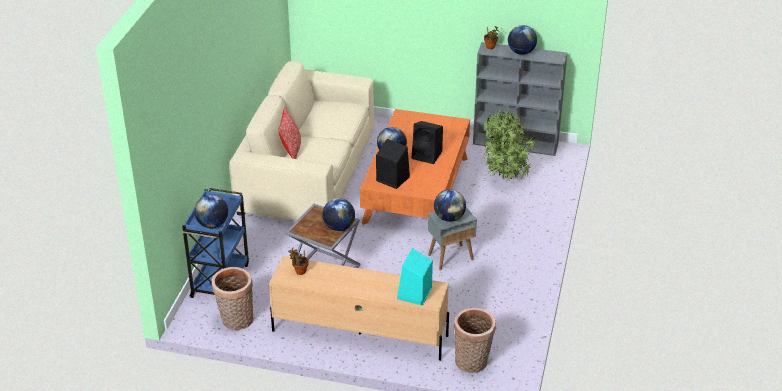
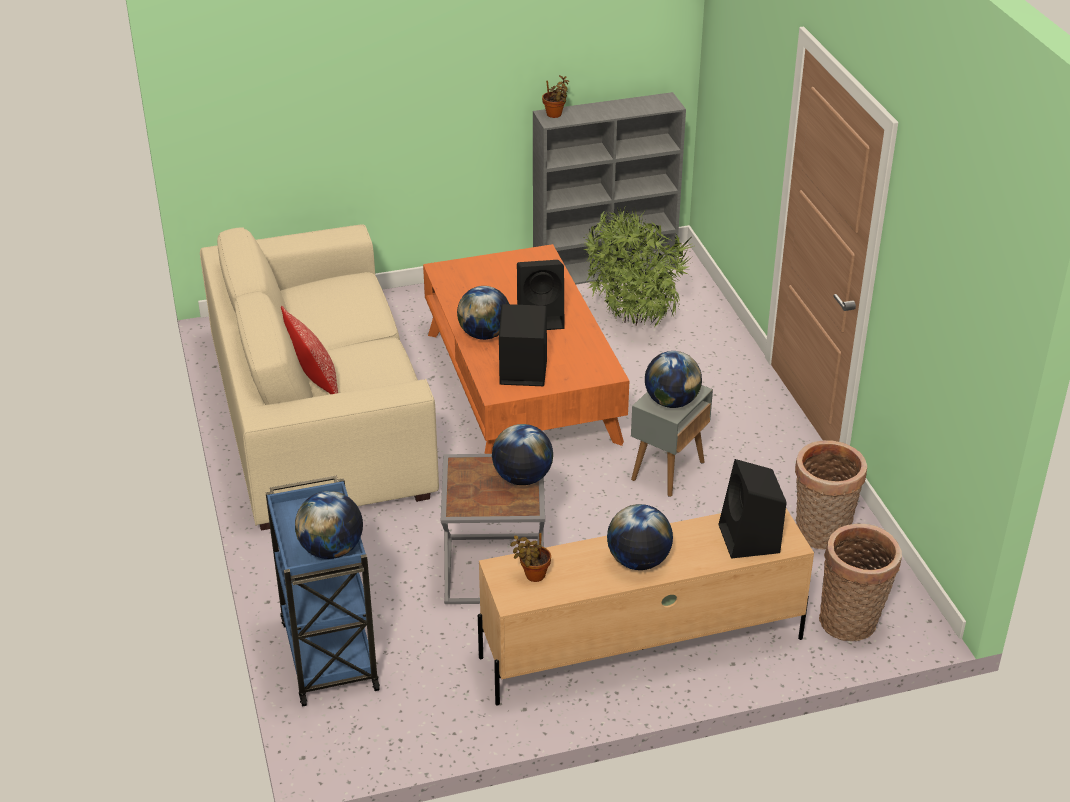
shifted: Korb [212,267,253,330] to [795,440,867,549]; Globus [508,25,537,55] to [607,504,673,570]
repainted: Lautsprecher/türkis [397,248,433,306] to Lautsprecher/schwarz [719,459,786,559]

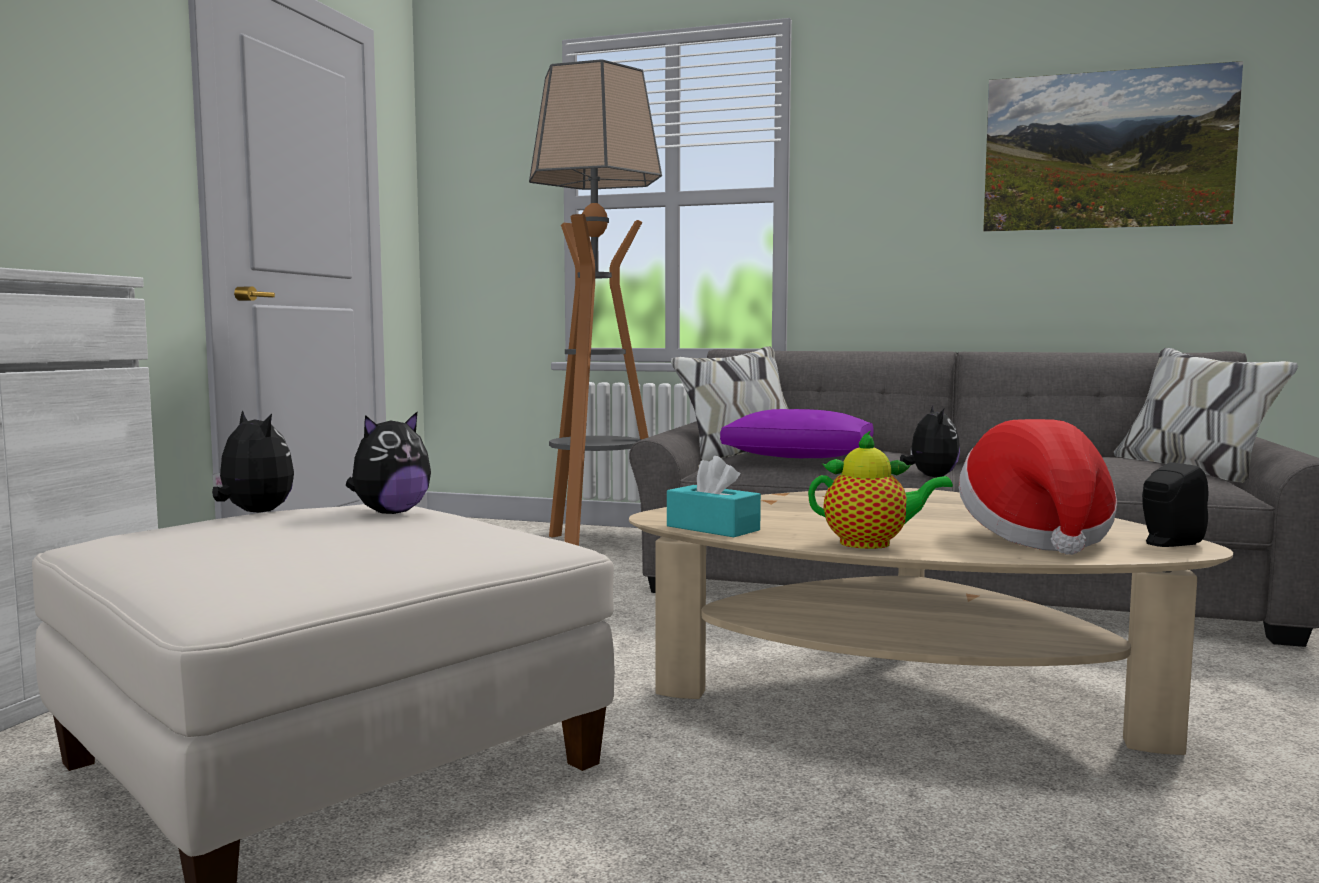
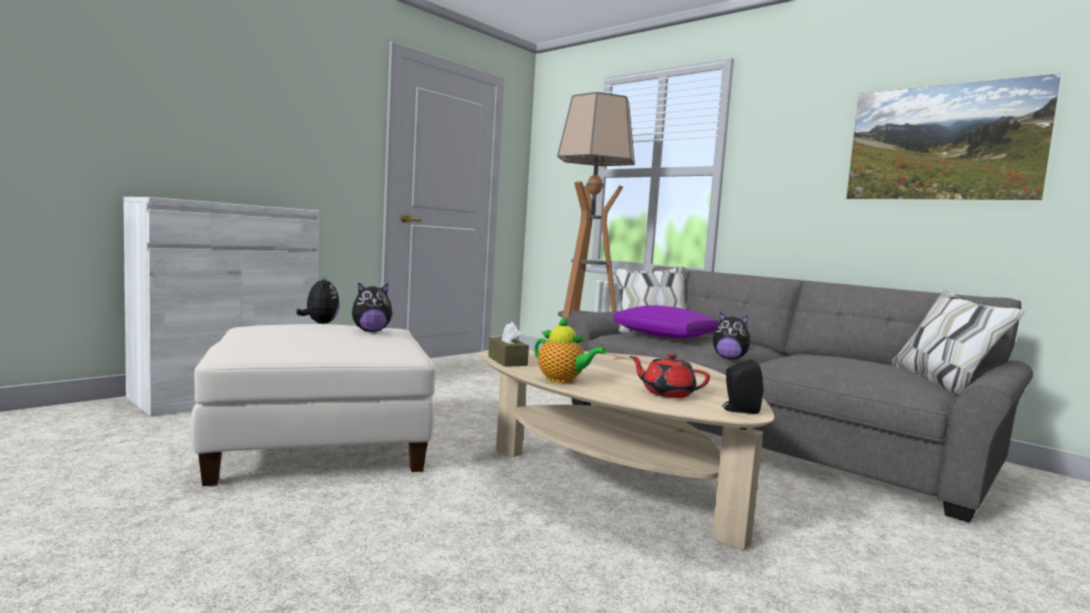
swapped: Hut [959,419,1117,555] to Teekanne/rot [629,354,710,398]
repainted: Taschentuchbox/türkis [667,456,761,537] to Taschentuchbox/braun [488,322,529,367]
rotated: Plüschtier [900,406,960,477] = [713,312,755,359] 90 degrees clockwise

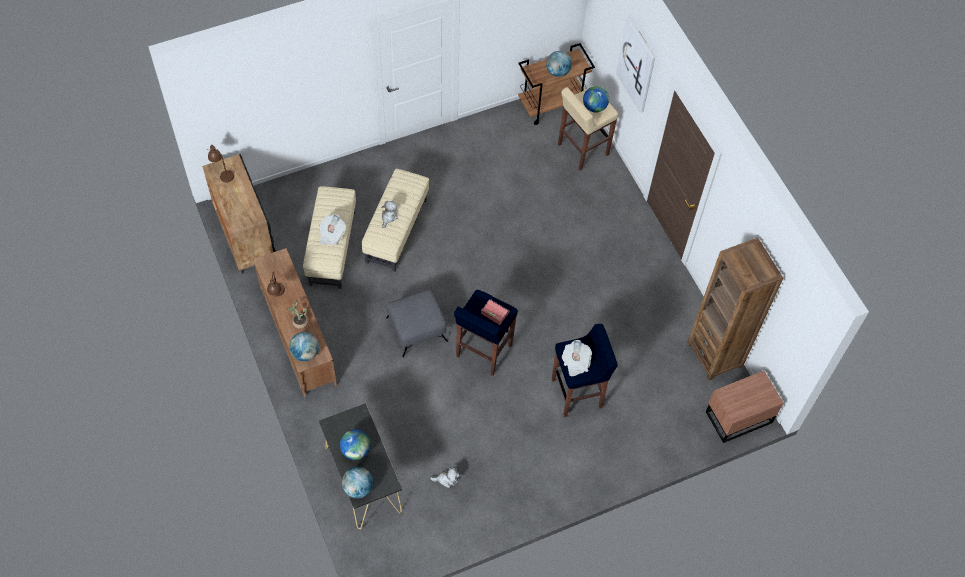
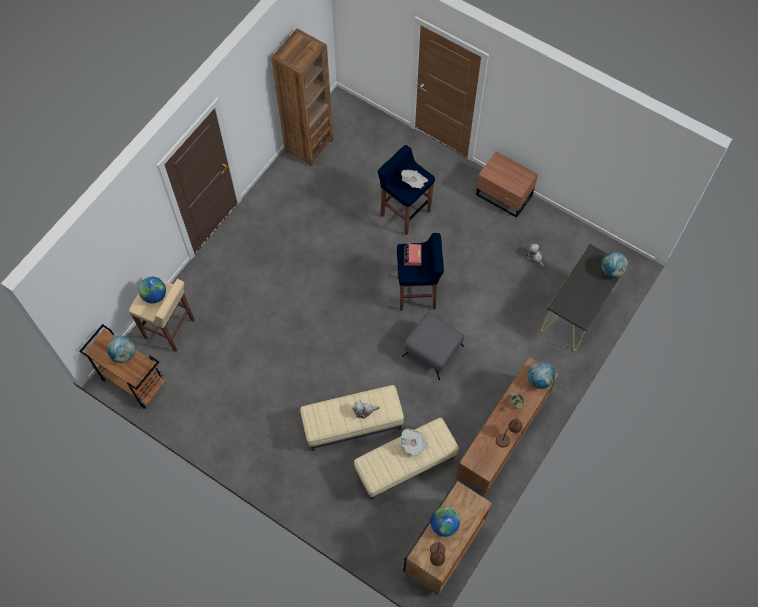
gone: Bild [616,17,655,113]
shifted: Globus [340,429,371,460] to [430,506,460,537]; Nachttisch/braun [706,371,783,443] to [476,152,538,218]

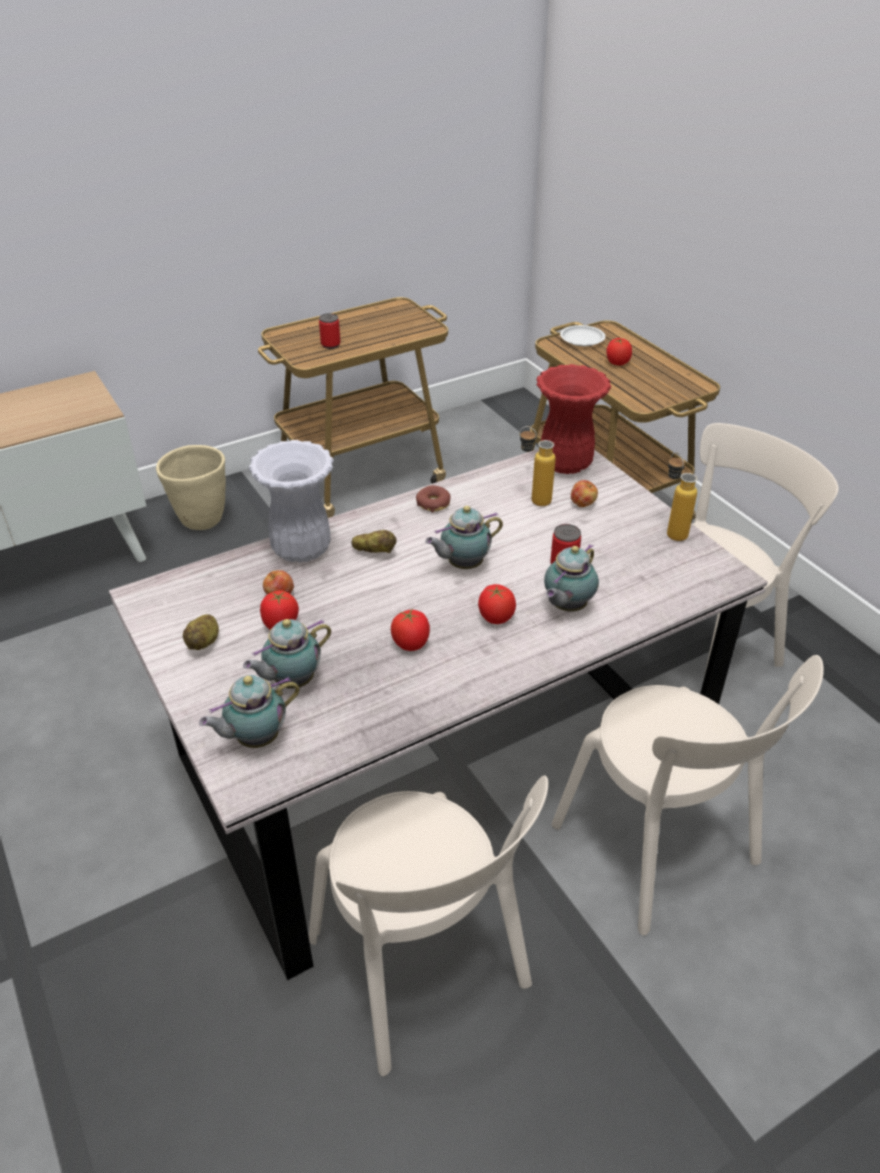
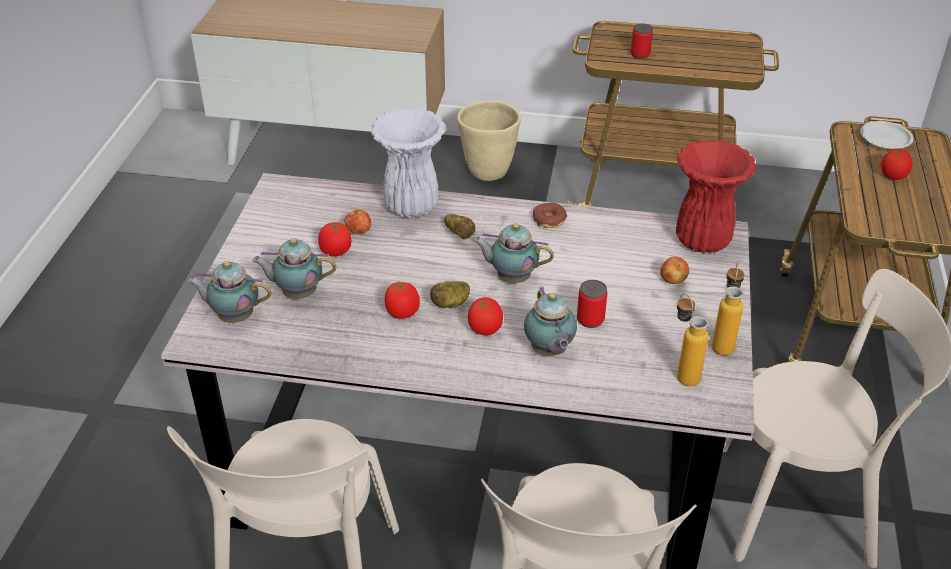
shifted: Kartoffel [183,614,219,650] to [430,281,470,308]; Flasche [520,426,556,506] to [677,293,709,386]
rotated: Teekanne [544,544,599,612] = [524,287,577,356] 90 degrees counterclockwise

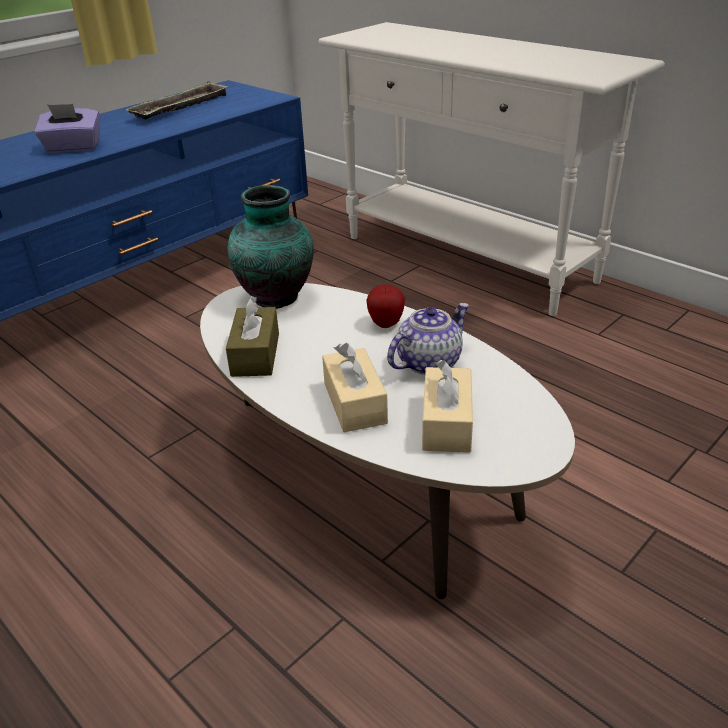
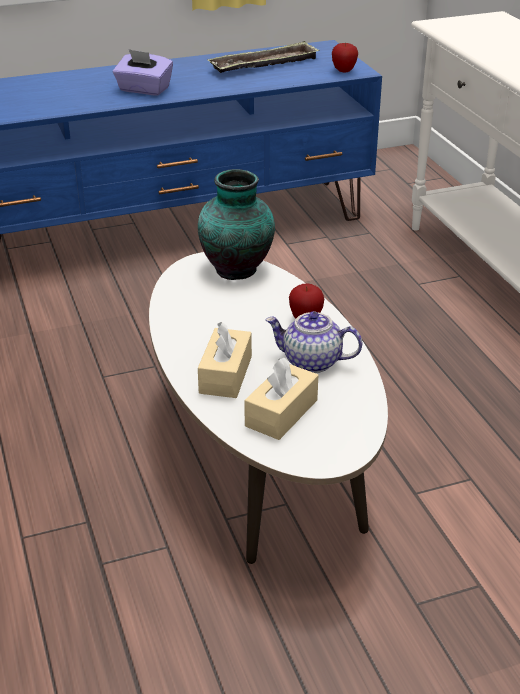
gone: Taschentuchbox/braun [226,296,279,377]
new: Apfel [332,43,358,73]
rotated: Teekanne [387,303,469,375] = [265,311,362,373] 150 degrees counterclockwise

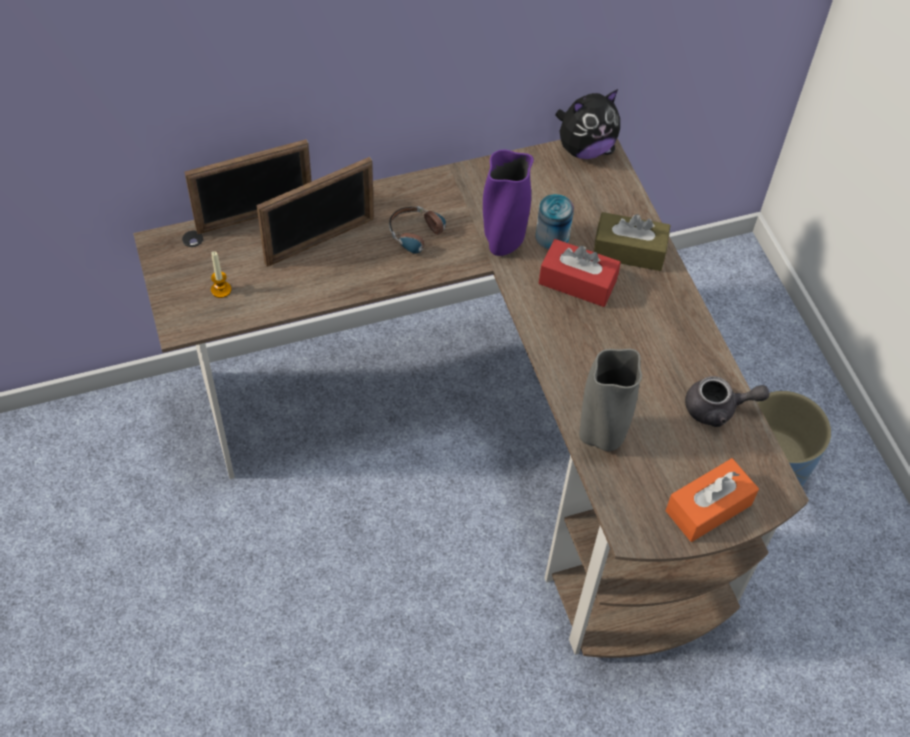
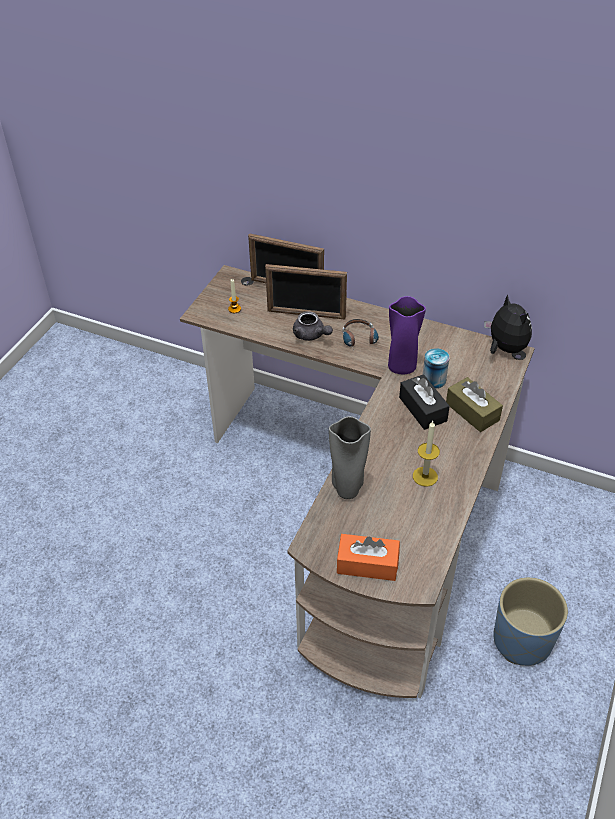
new: Kerze [413,421,440,487]
shifted: Teekanne/grau [685,376,770,427] to [293,311,333,341]
repainted: Taschentuchbox/rot [539,239,621,307] to Taschentuchbox/schwarz [399,374,450,430]
rotated: Plüschtier [555,89,620,159] = [484,294,532,354] 135 degrees counterclockwise

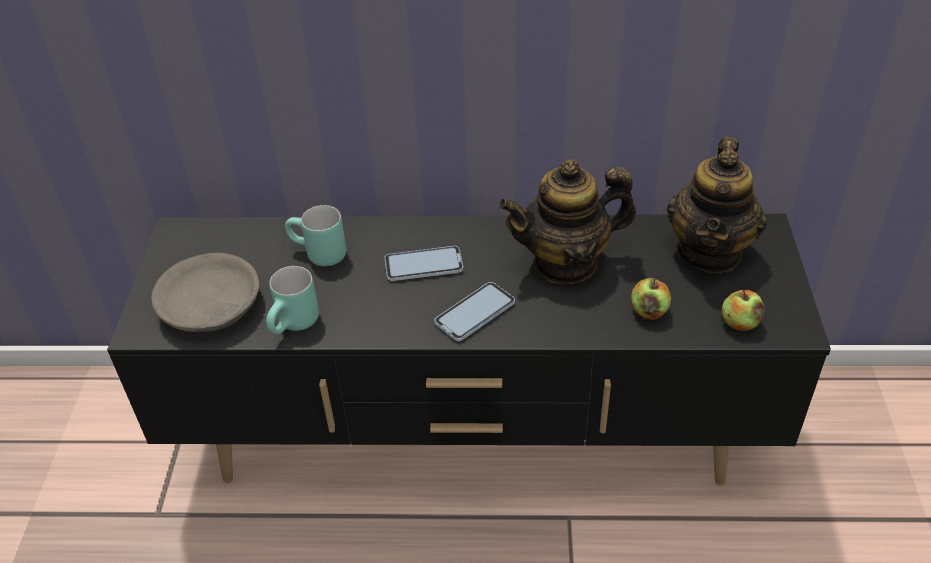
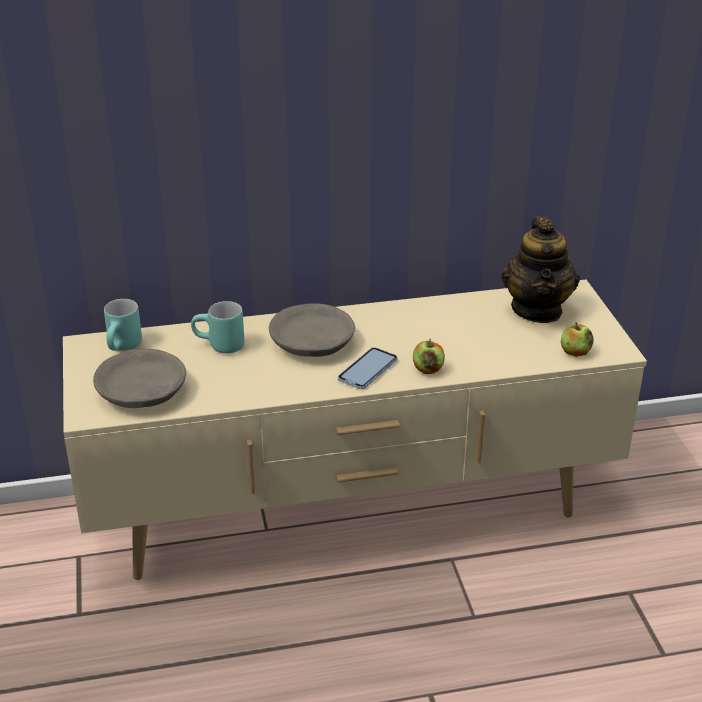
gone: Teekanne [498,159,636,284]
shifted: Henkelbecher/türkis [266,266,319,335] to [104,299,142,351]; Apfel [631,278,671,320] to [413,339,445,374]
swapped: Handy [385,246,463,281] to Schüssel/grau [269,303,355,357]
repainted: Fernsehschrank/schwarz [107,214,831,486] to Fernsehschrank/beige [63,280,647,580]

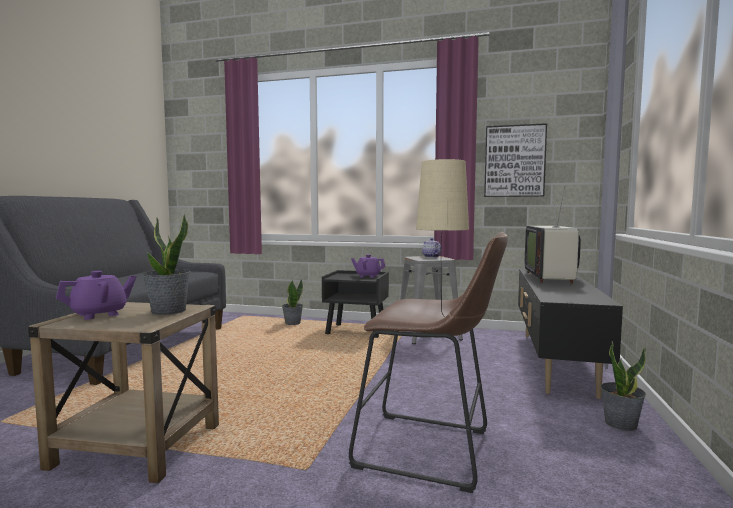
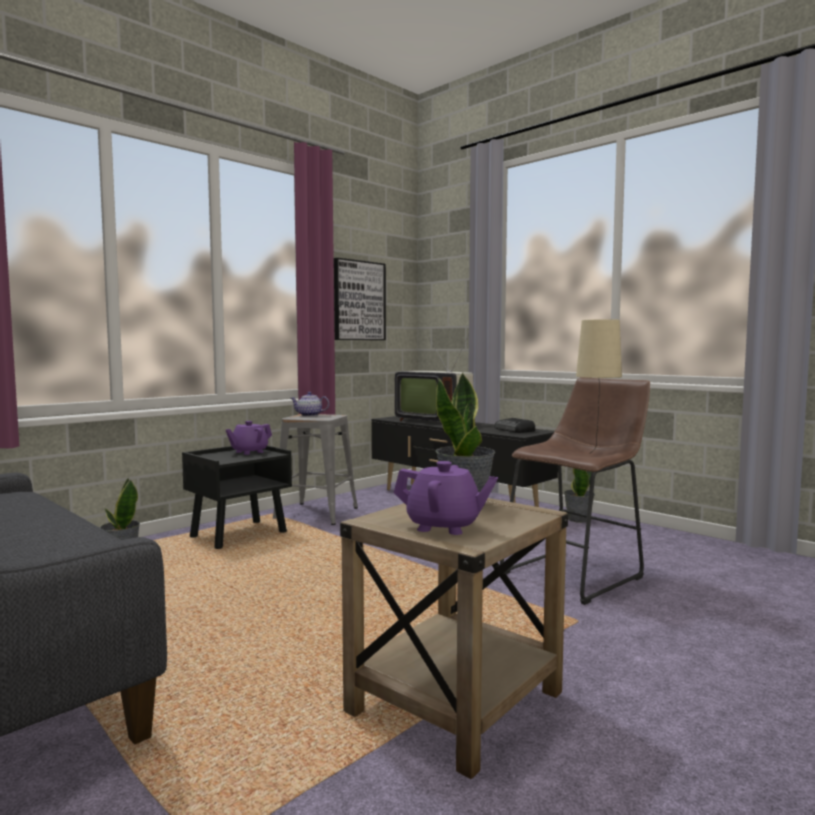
new: Radio [494,418,535,433]
rotated: Teekanne/lila [56,271,136,320] = [394,461,498,535] 120 degrees clockwise

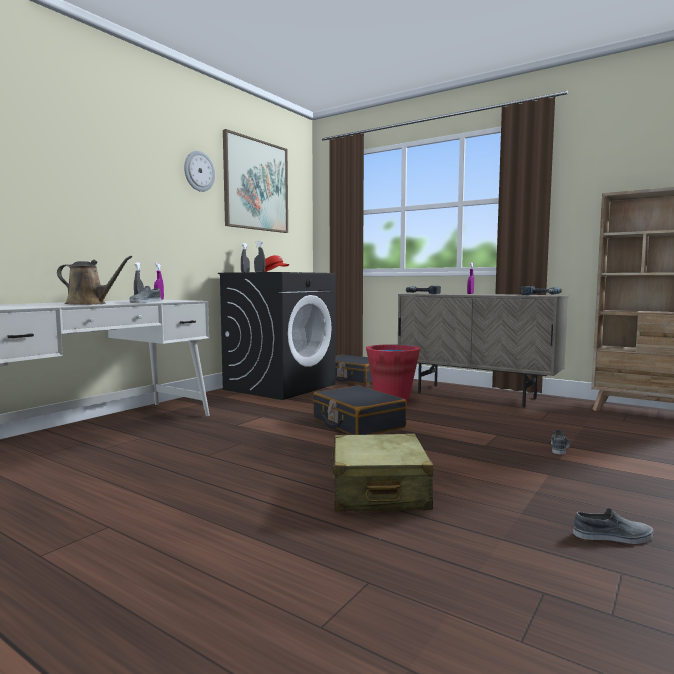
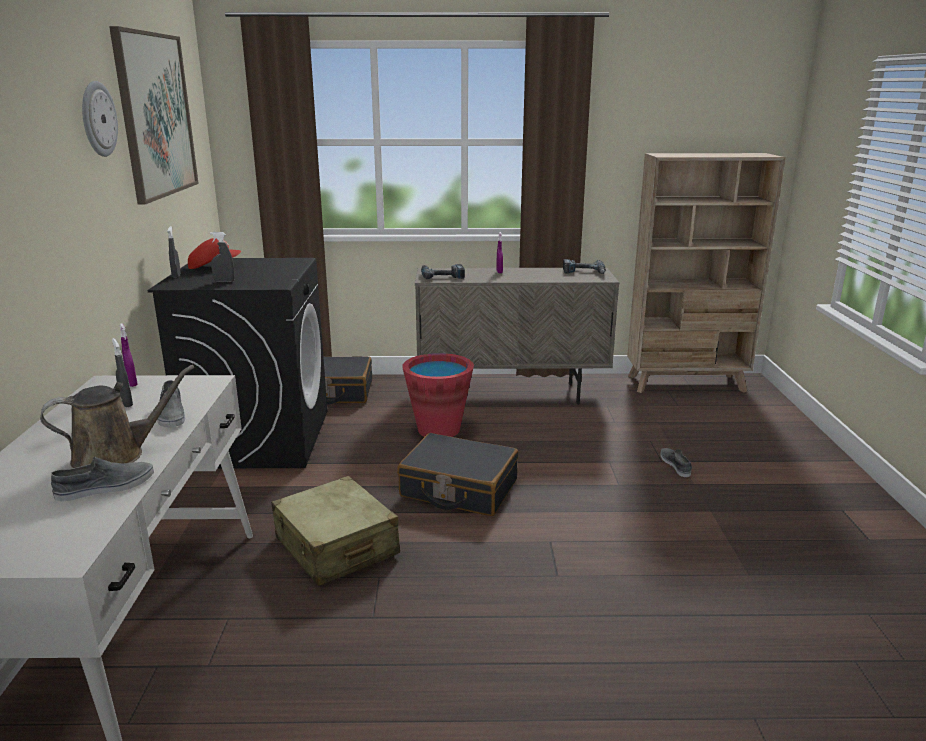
shifted: Koffer/beige [331,434,433,511] to [271,476,400,586]; Schuh/grau [573,508,654,544] to [51,457,154,502]

